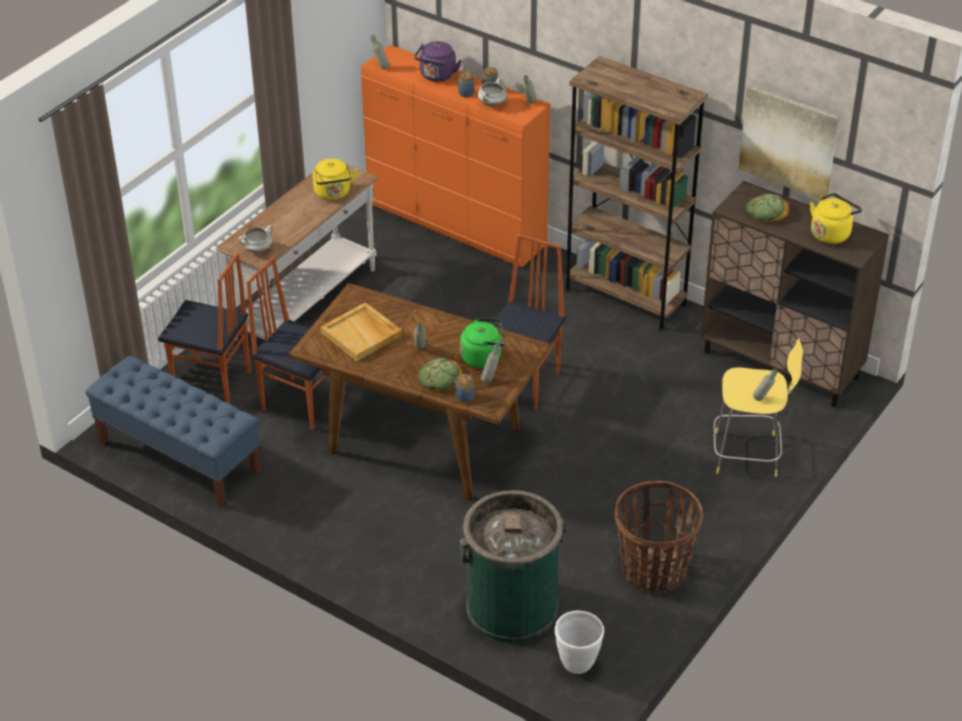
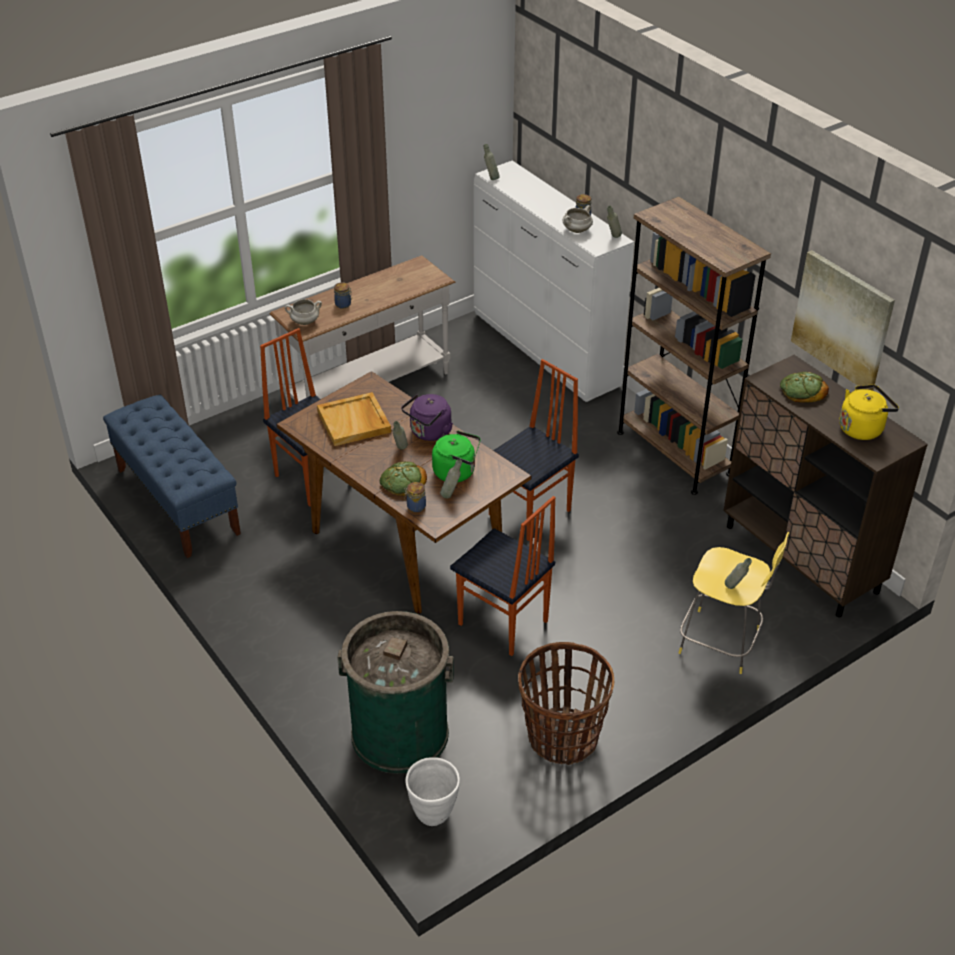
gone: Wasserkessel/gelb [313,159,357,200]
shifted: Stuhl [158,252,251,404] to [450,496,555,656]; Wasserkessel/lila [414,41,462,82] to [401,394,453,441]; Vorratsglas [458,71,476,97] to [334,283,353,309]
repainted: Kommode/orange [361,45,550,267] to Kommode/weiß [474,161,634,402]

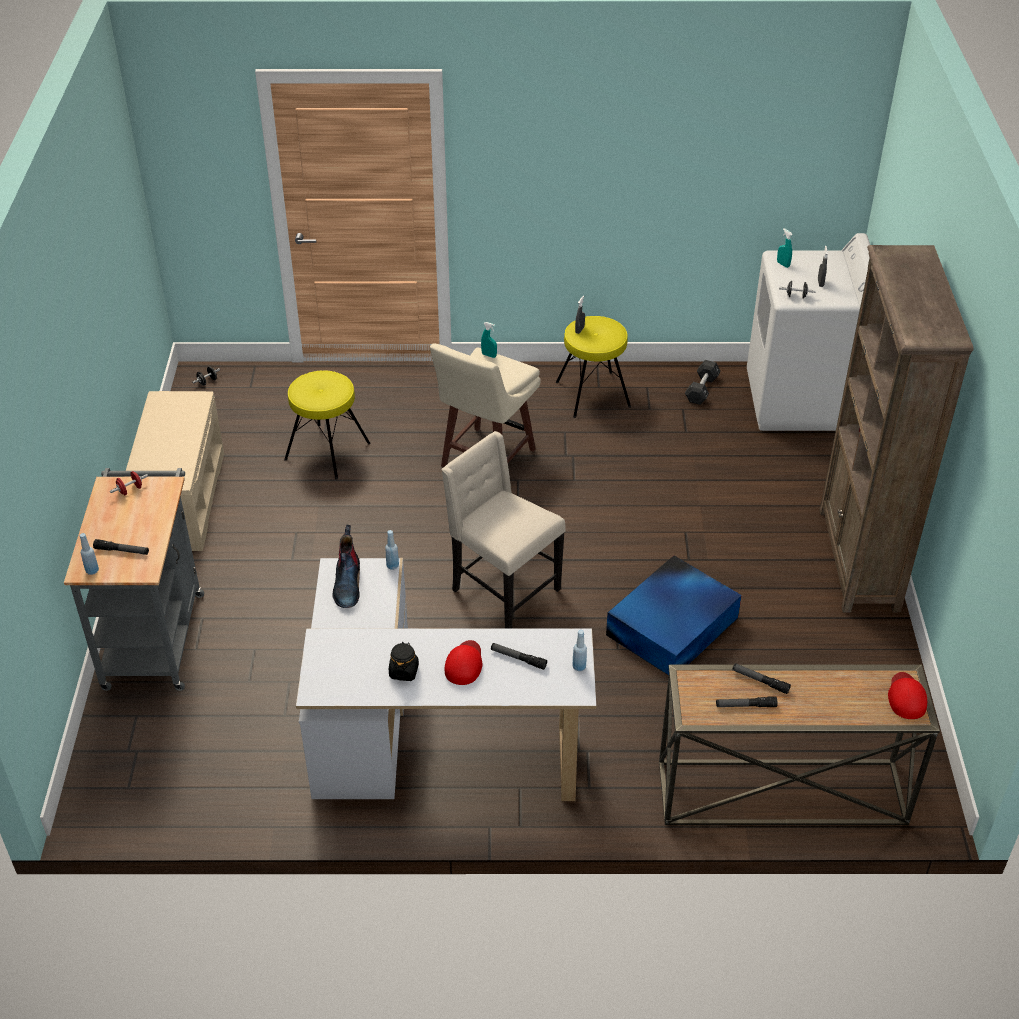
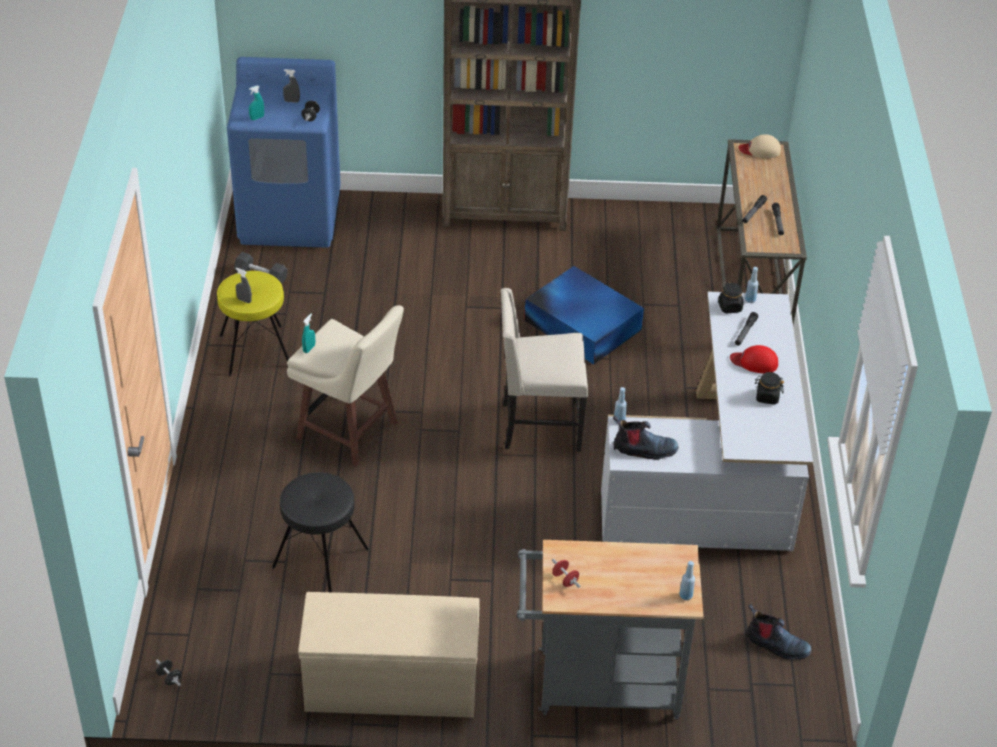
gone: Taschenlampe [93,539,149,555]
new: Vorratsglas/schwarz [718,282,743,313]; Stiefel [746,604,812,660]
repainted: Hocker/gelb [284,370,370,479] to Hocker/schwarz [272,472,369,592]; Waschmaschine/weiß [747,233,870,431] to Waschmaschine/blau [227,57,341,248]; Kappe/rot [888,672,927,719] to Kappe/beige [738,134,781,158]
rotated: Stuhl/beige [442,431,565,629] = [501,288,588,452] 45 degrees clockwise

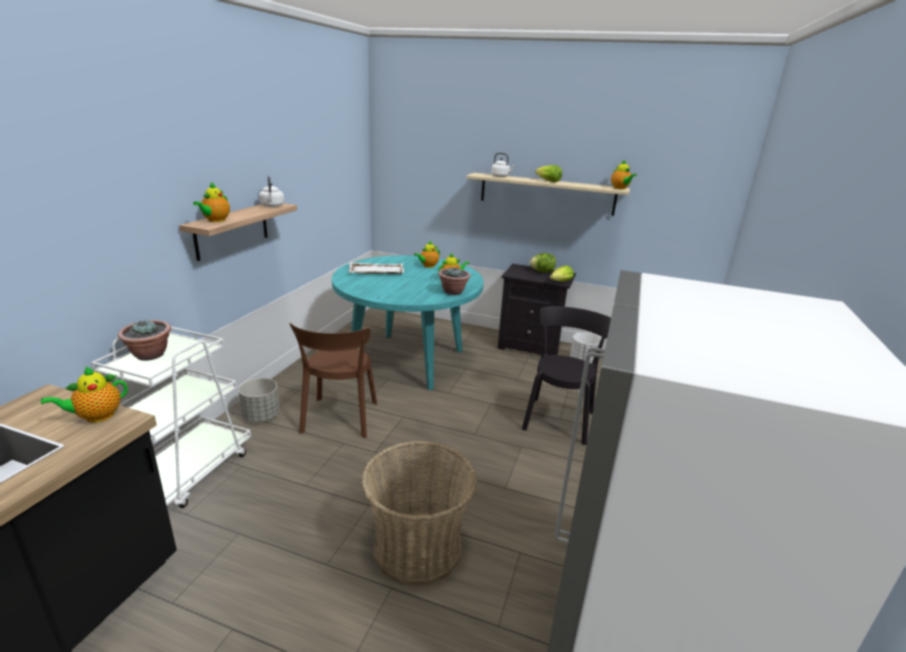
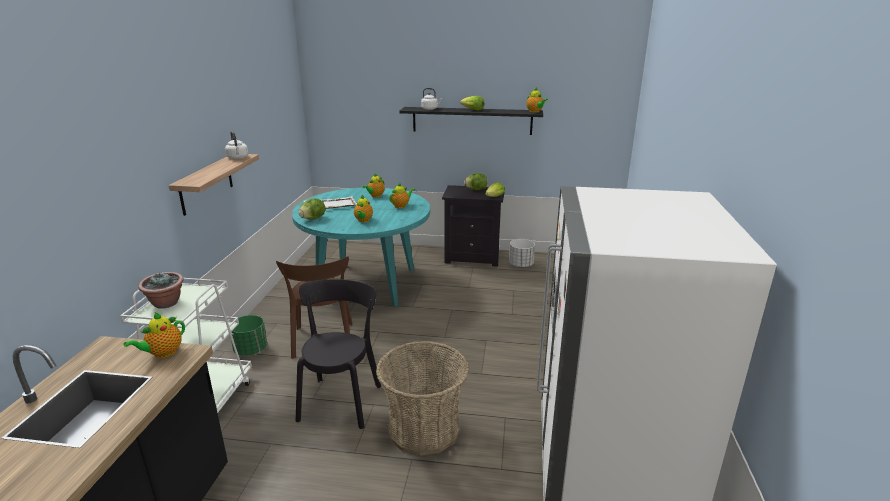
gone: Topfpflanze [438,267,471,295]
new: Salatkopf [298,199,325,220]
shifted: Teekanne [193,182,230,222] to [354,195,373,222]; Stuhl/schwarz [522,306,611,445] to [296,279,381,429]
repainted: Pflanzkübel/grau [239,378,280,422] to Pflanzkübel/grün [231,315,267,355]; Wandregal/beige [466,173,630,216] to Wandregal/schwarz [399,107,543,135]

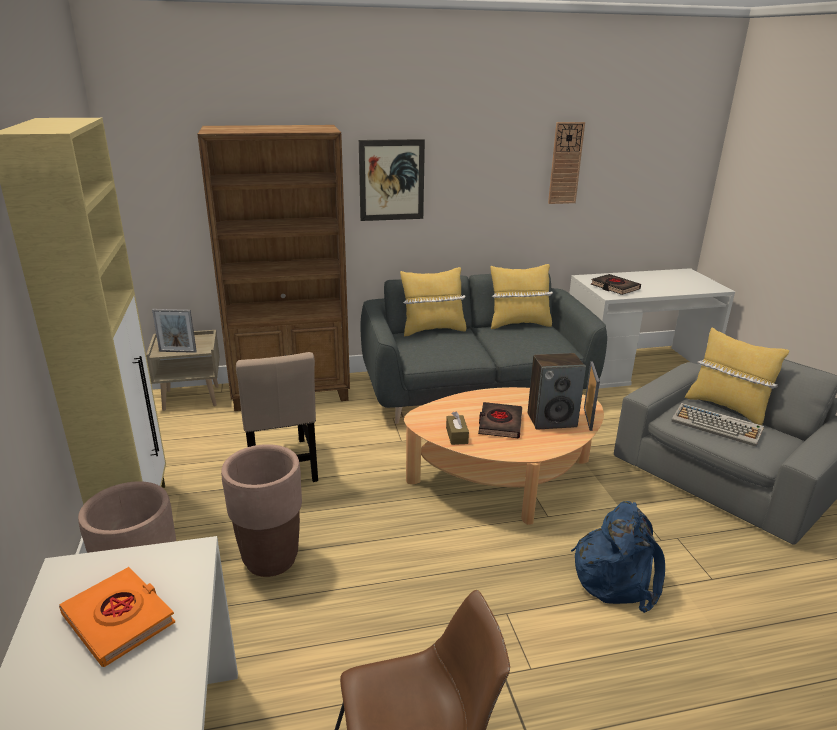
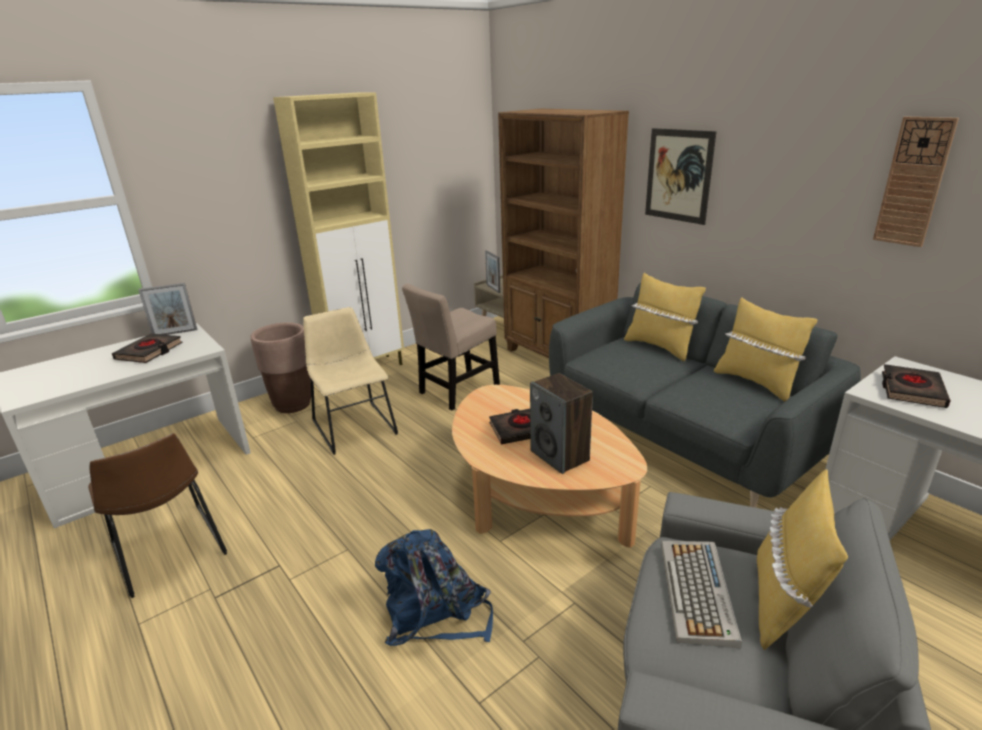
gone: Taschentuchbox/braun [446,411,469,445]
shifted: Bilderrahmen [584,361,600,431] to [138,283,197,335]
swapped: Pflanzkübel/braun [221,444,302,577] to Stuhl/beige [303,307,398,455]
repainted: Buch/orange [59,567,175,667] to Buch/schwarz [112,334,183,363]

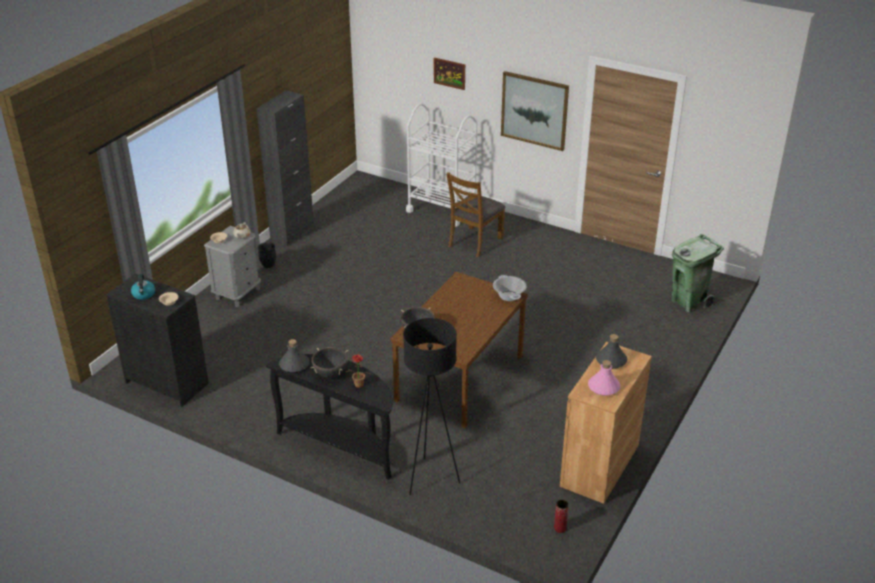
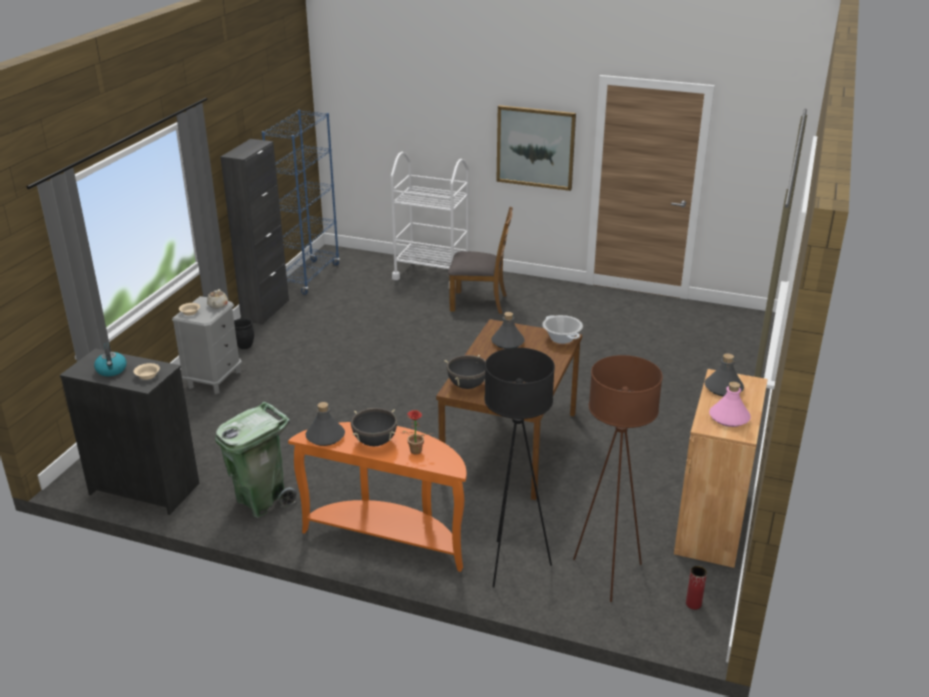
gone: Bild [434,58,465,90]
new: Bücherregal/blau [262,110,340,295]; Flasche/grau [491,312,525,349]; Stehlampe/braun [573,355,663,602]
shifted: Mülleimer/grün [671,234,724,313] to [215,402,297,518]
repainted: Konsolentisch/schwarz [266,354,393,480] to Konsolentisch/orange [288,422,467,572]
rotated: Stuhl/braun [446,172,505,257] = [448,207,513,314] 105 degrees counterclockwise

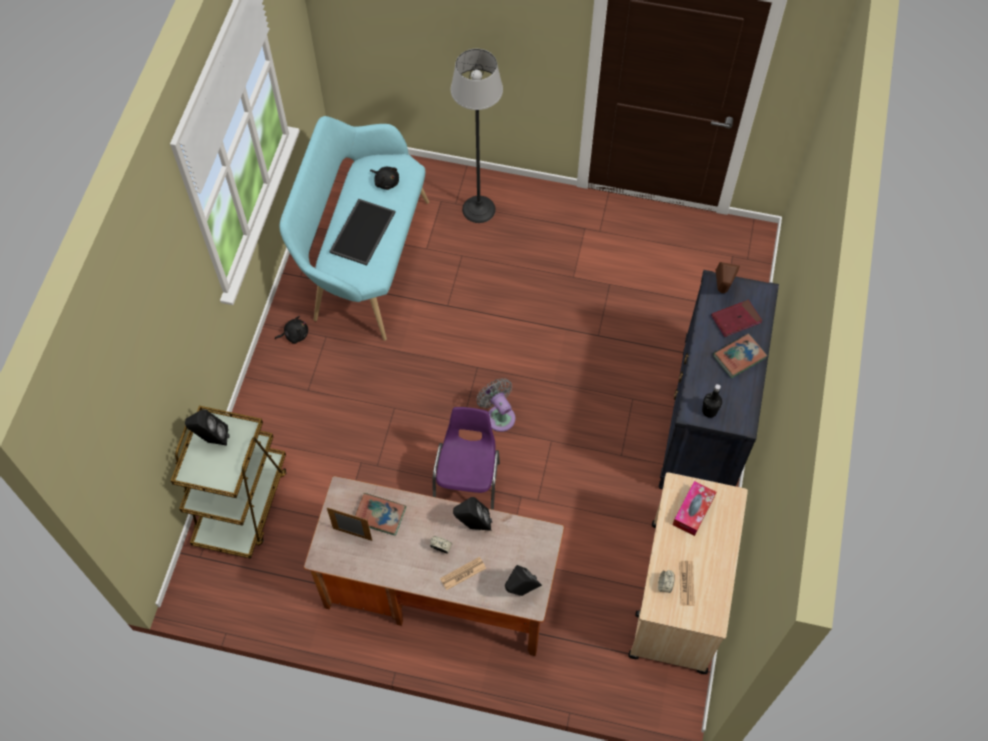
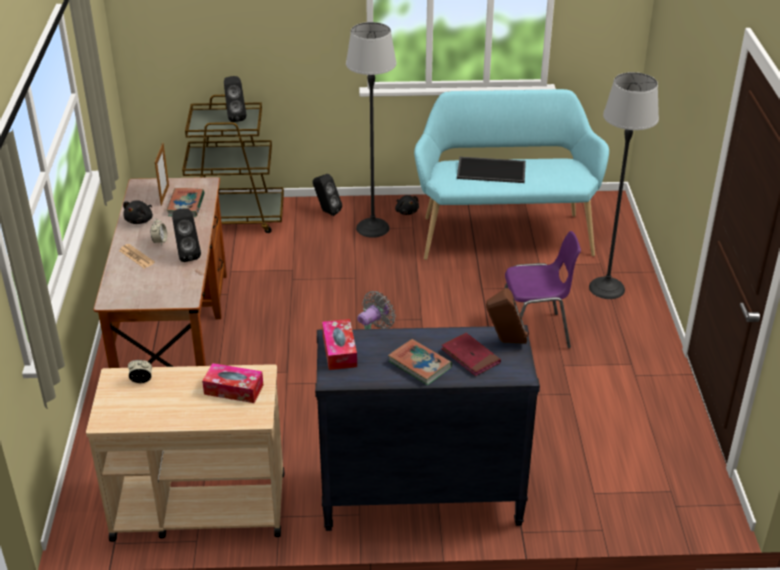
gone: Zeitung [679,561,695,606]
new: Stehlampe [346,22,397,238]
shifted: Plüschtier/schwarz [370,167,399,190] to [123,200,153,224]; Stuhl/lila [433,407,500,510] to [504,231,581,348]; Lautsprecher/schwarz [505,565,542,596] to [313,174,342,216]
swapped: Flasche/schwarz [702,384,722,418] to Taschentuchbox [322,319,357,370]

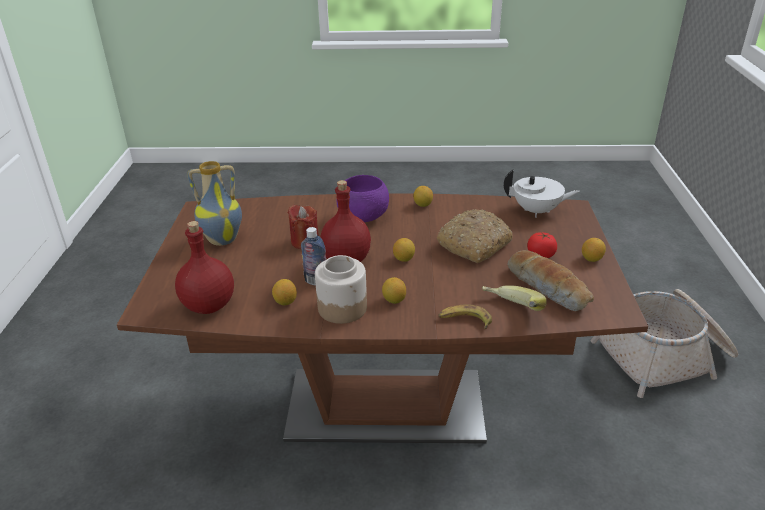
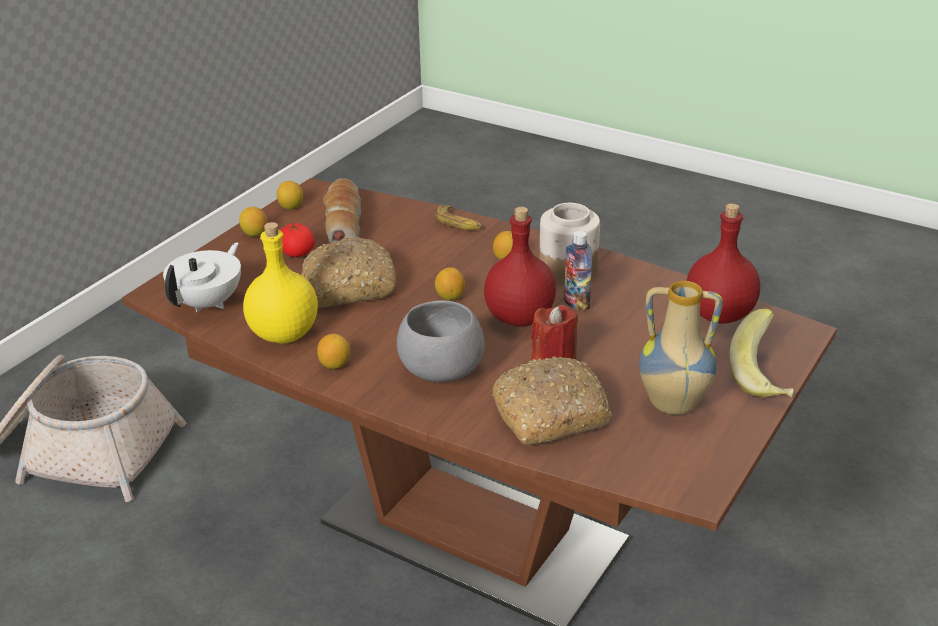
new: Flasche/gelb [243,222,318,343]; Brot [492,356,612,445]
shifted: Zitrone [272,279,297,305] to [277,181,303,210]; Banane [482,285,547,311] to [729,308,794,398]
repainted: Schüssel/lila [337,175,389,222] to Schüssel/grau [397,300,485,382]
rotated: Teekanne/weiß [504,169,580,218] = [163,242,241,313] 75 degrees clockwise

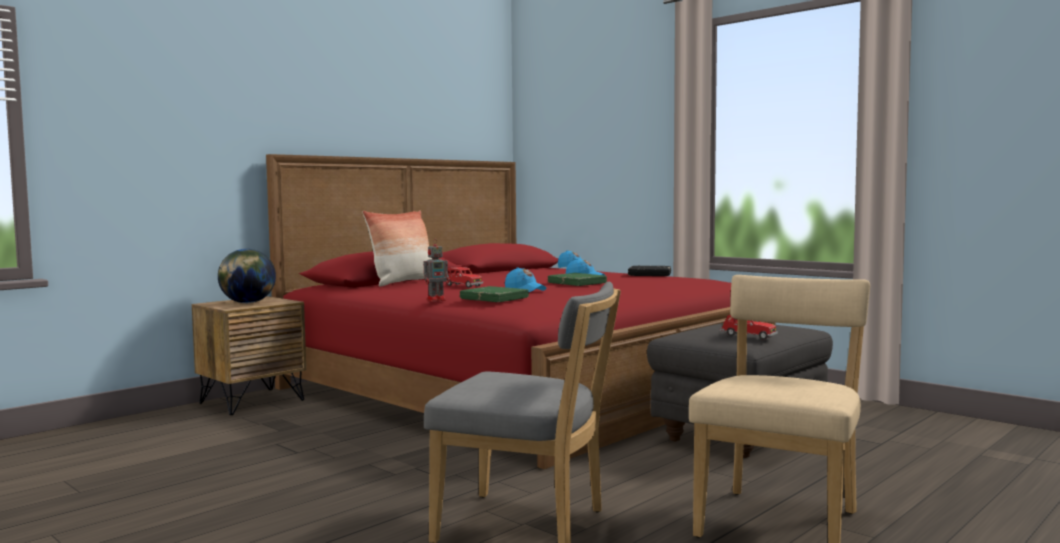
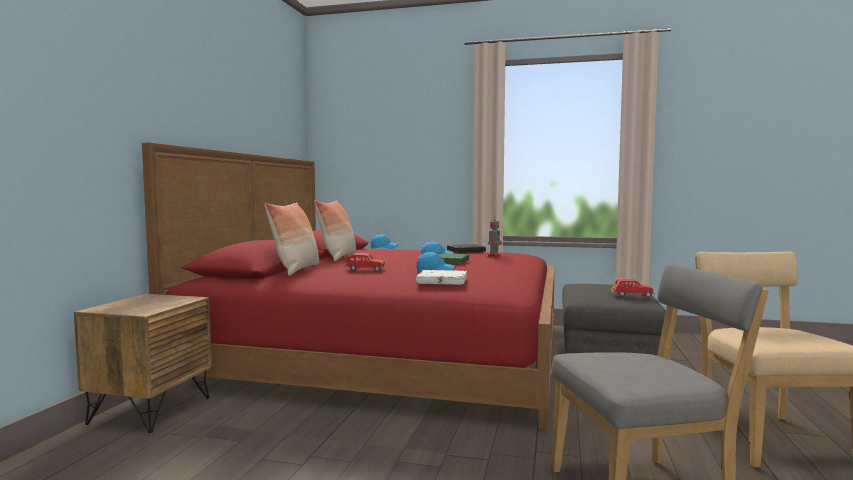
gone: Globus [218,249,276,303]
new: Kissen [314,200,356,261]
shifted: Spielzeugroboter [423,240,450,302] to [487,216,502,257]
repainted: Buch/grün [460,286,529,302] to Buch/weiß [416,270,467,285]

